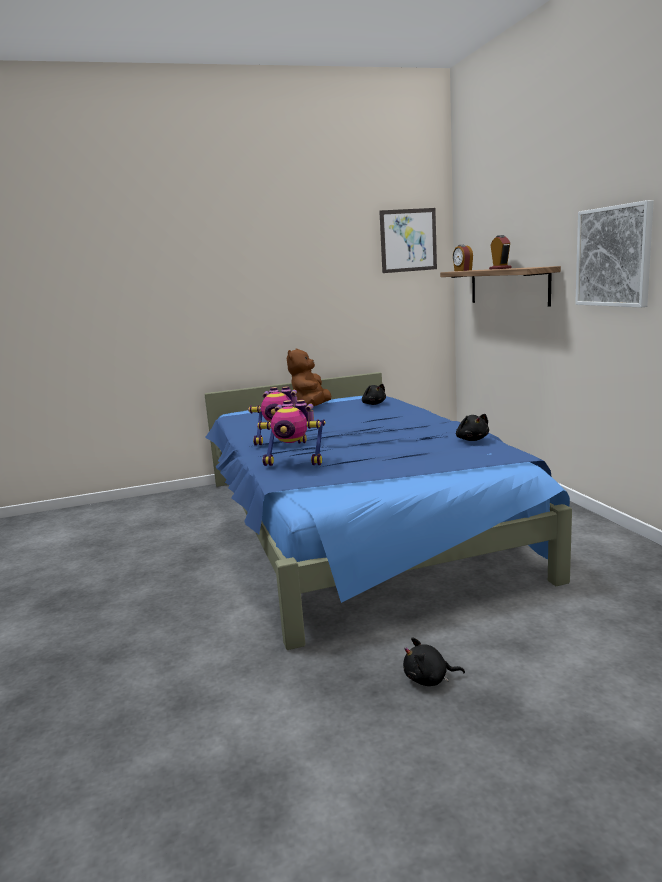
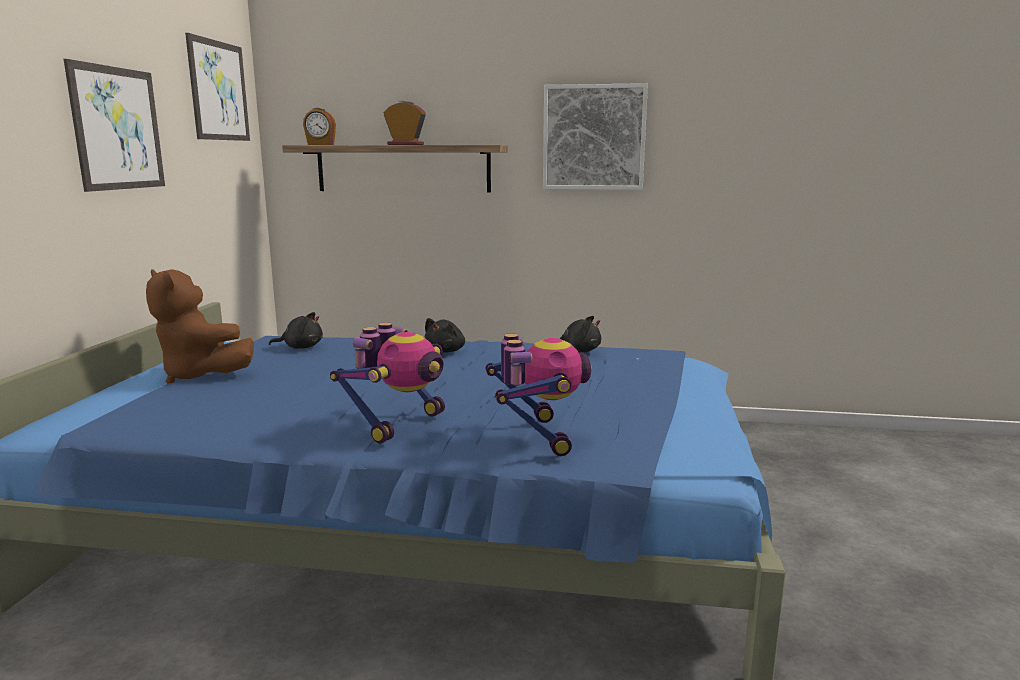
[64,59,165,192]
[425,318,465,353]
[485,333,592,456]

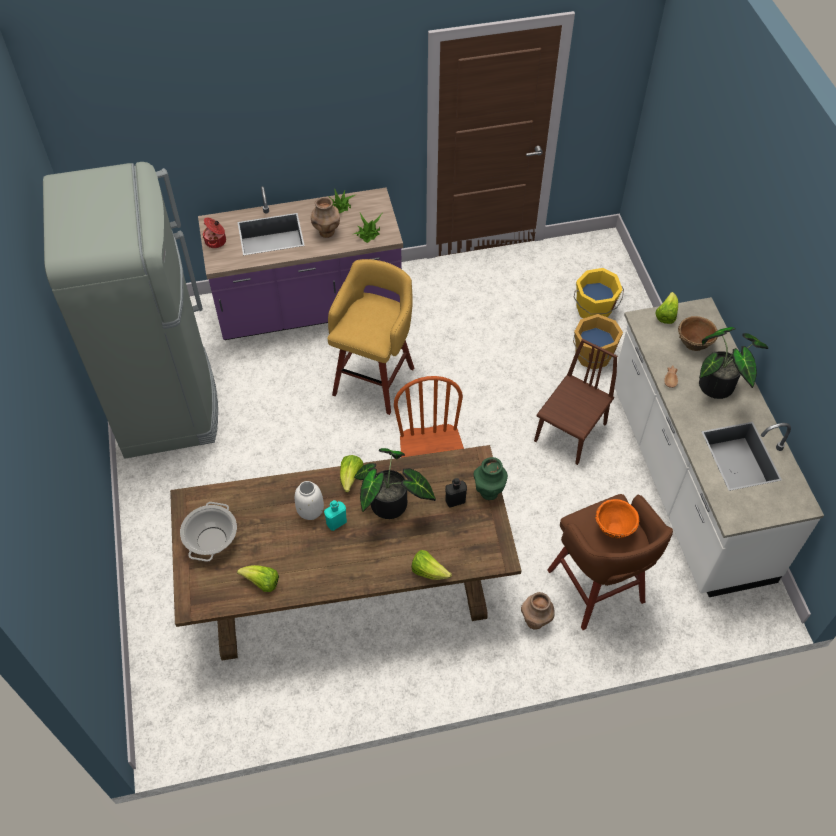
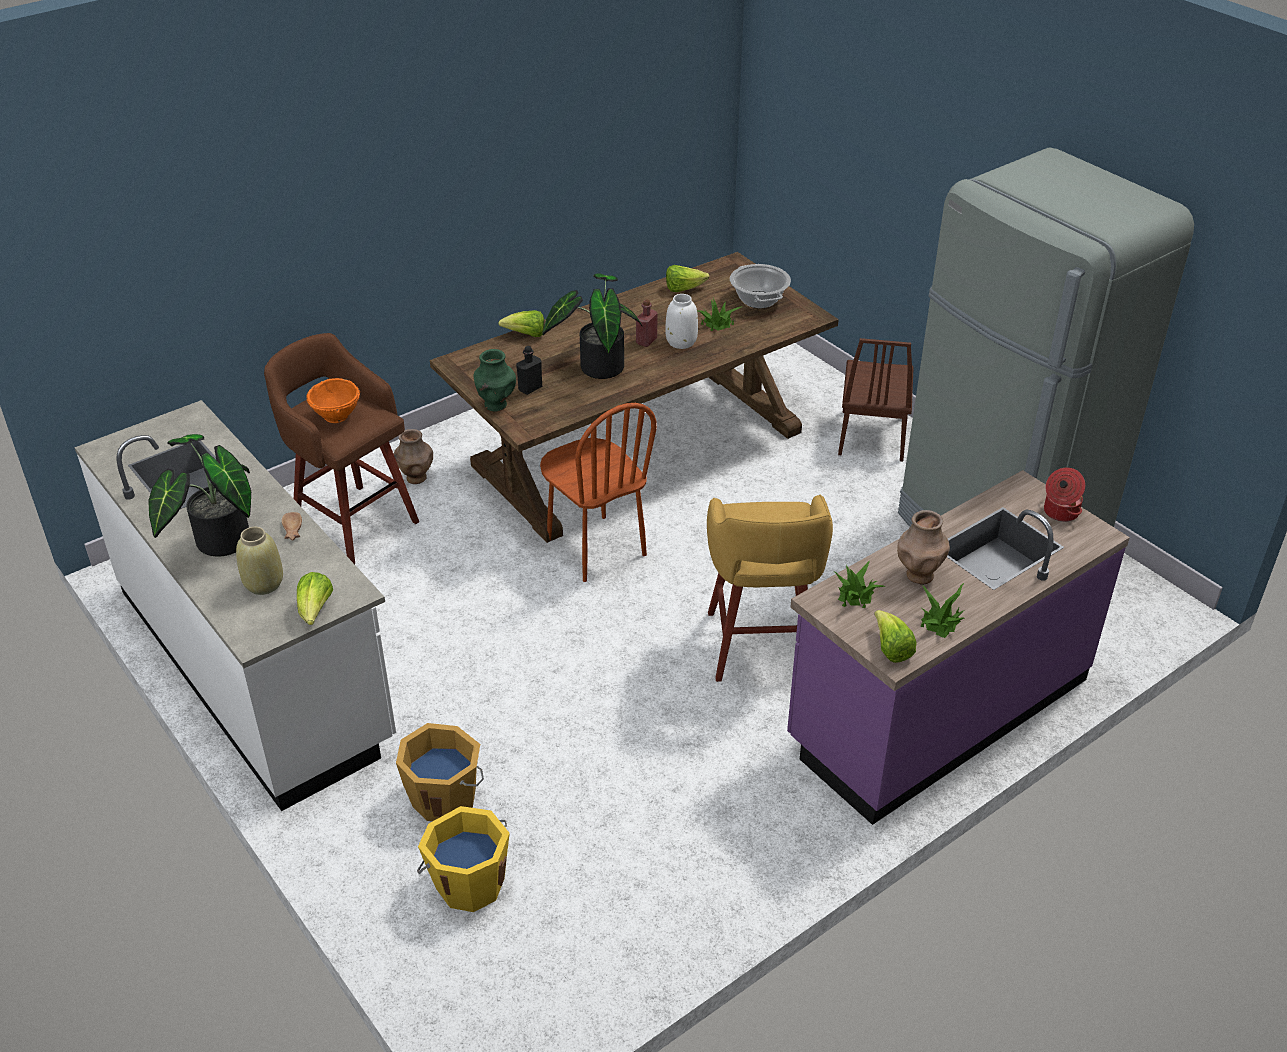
[697,298,741,331]
[874,610,917,663]
[838,338,914,461]
[236,527,283,595]
[636,299,658,347]

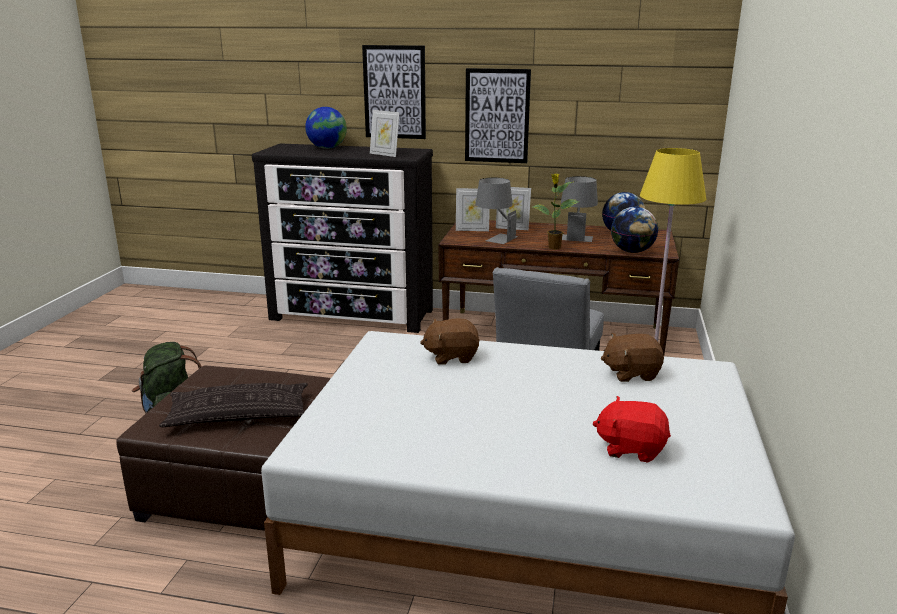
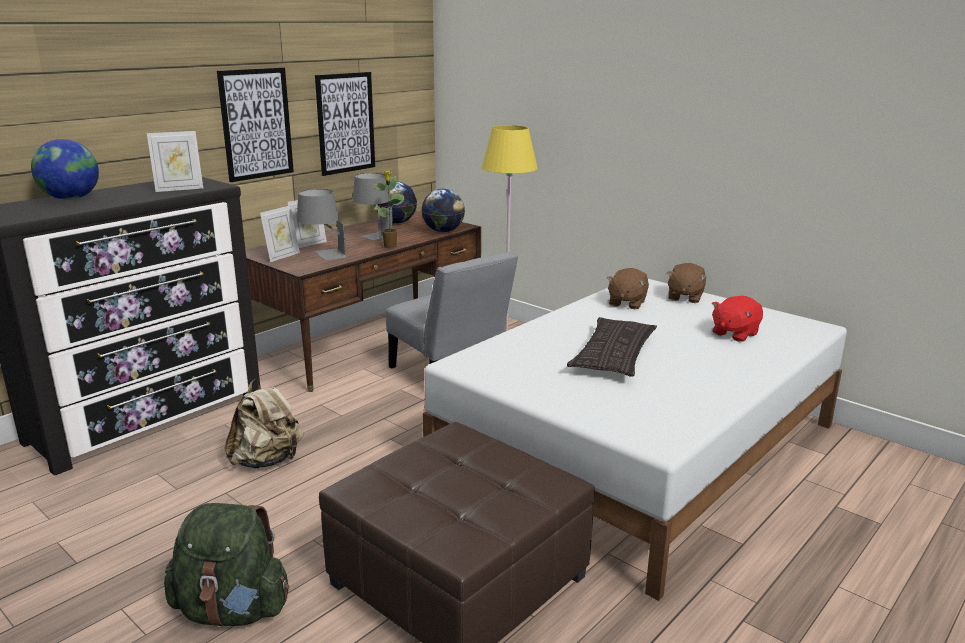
[224,380,303,469]
[567,317,657,377]
[315,72,375,176]
[667,263,707,303]

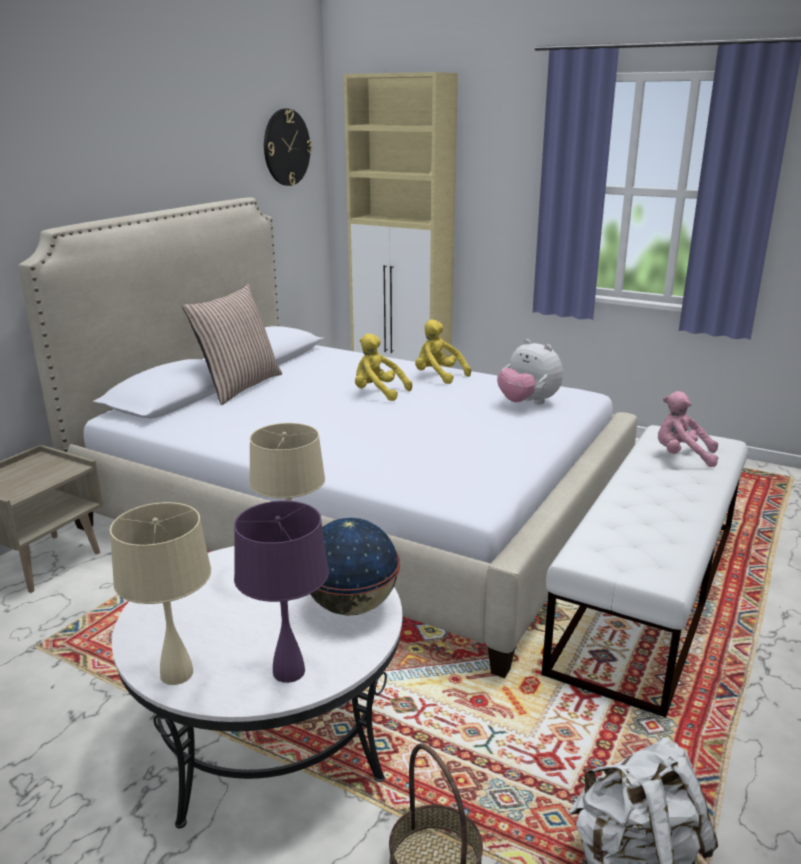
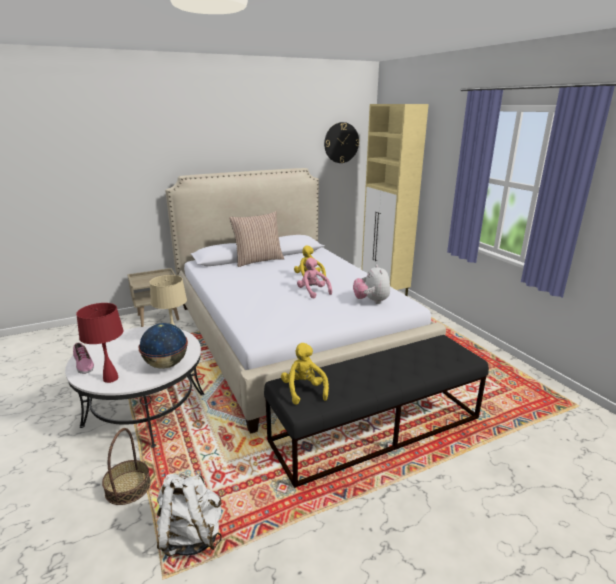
[281,343,329,405]
[297,258,332,299]
[73,343,94,374]
[76,303,124,383]
[264,335,489,488]

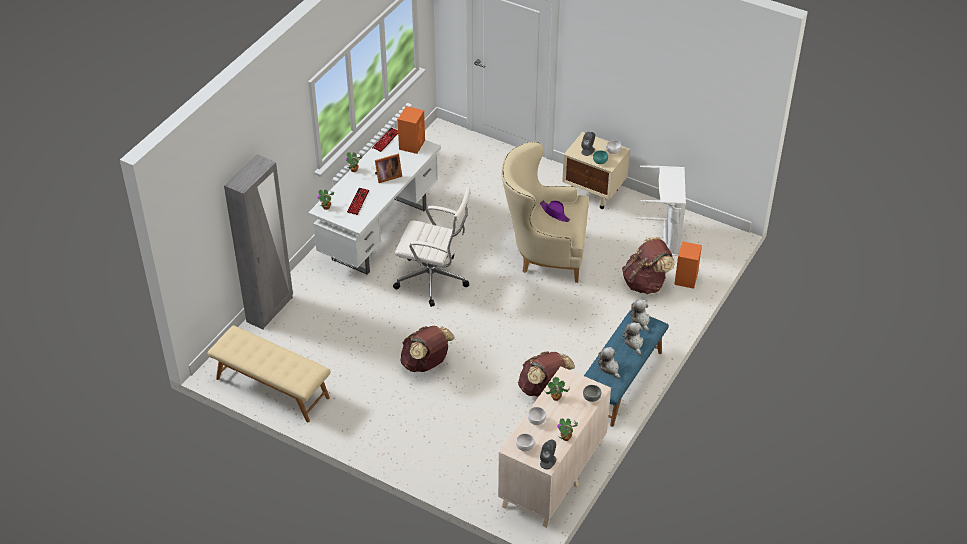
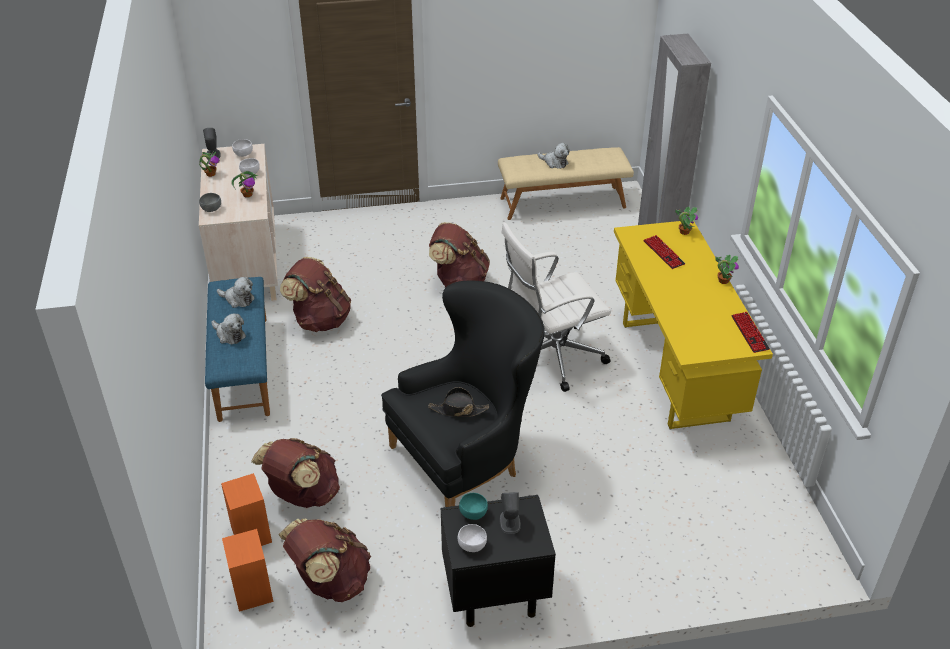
[375,154,402,183] (first image)
[222,529,273,612]
[537,143,570,169]
[278,518,371,602]
[614,221,773,429]
[381,281,545,507]
[428,387,489,417]
[441,495,556,627]

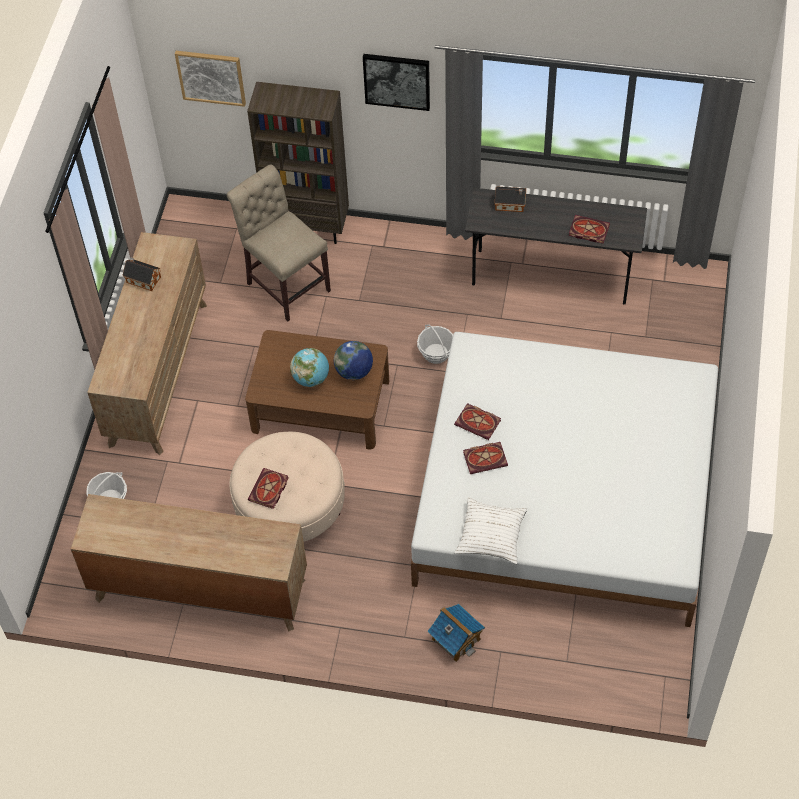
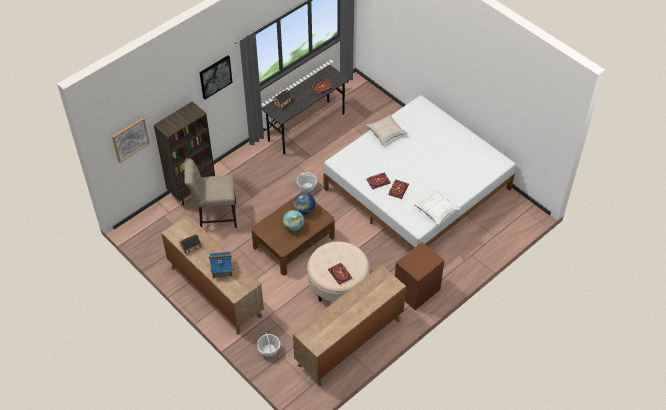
[366,114,407,145]
[395,242,445,310]
[209,252,235,278]

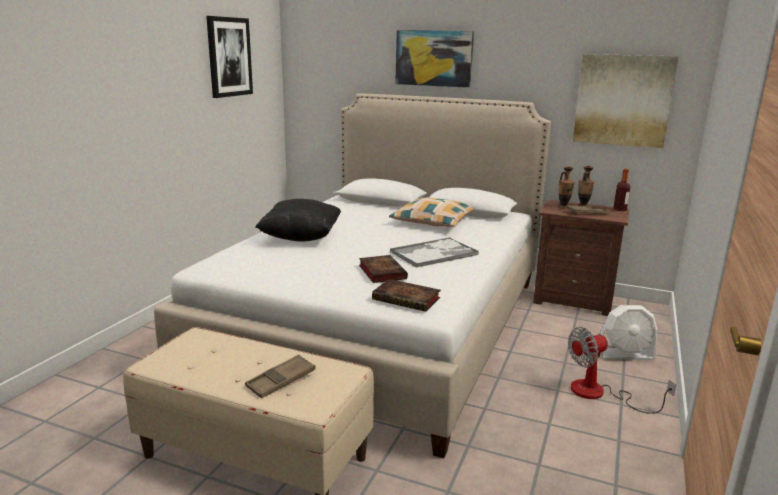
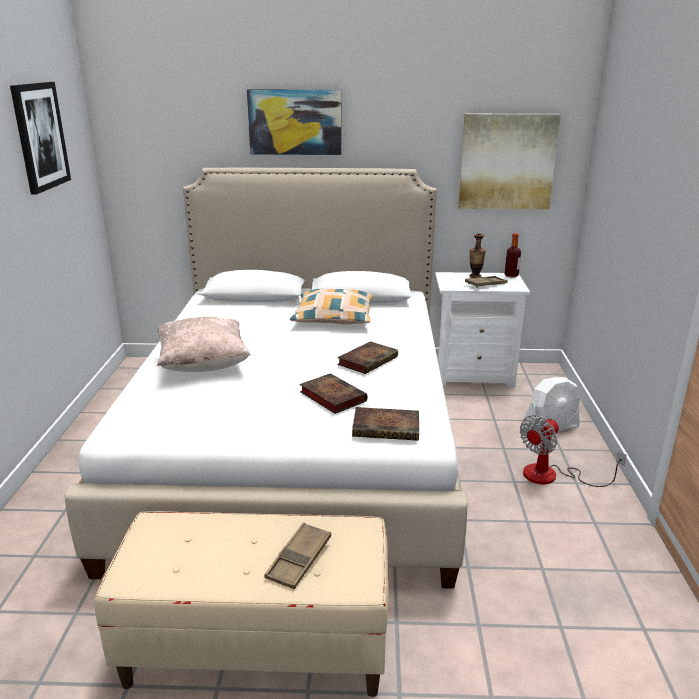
[558,166,574,209] (first image)
[337,341,398,374]
[157,317,250,372]
[435,272,530,387]

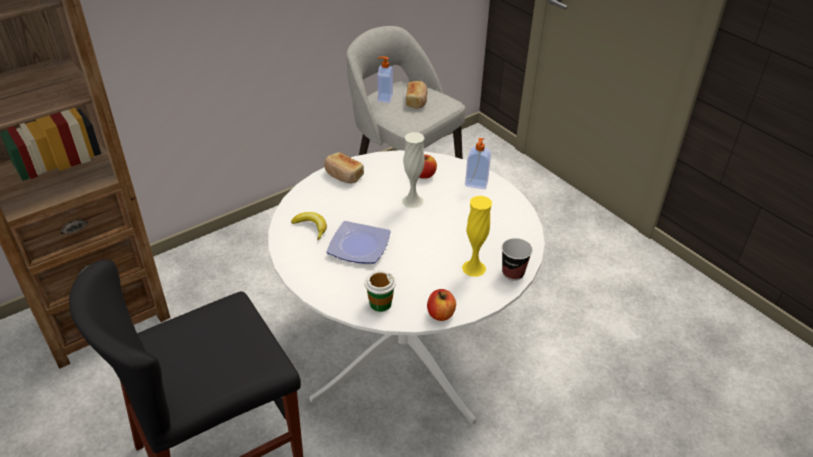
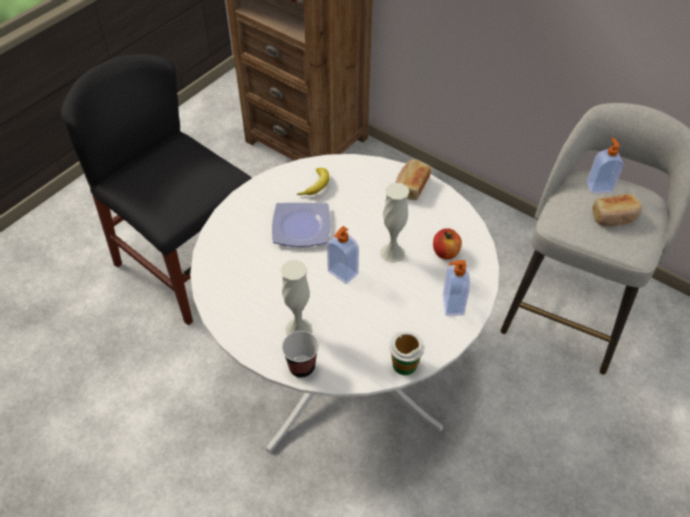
[427,289,456,321] (first image)
[327,226,359,284]
[389,331,425,375]
[281,260,313,336]

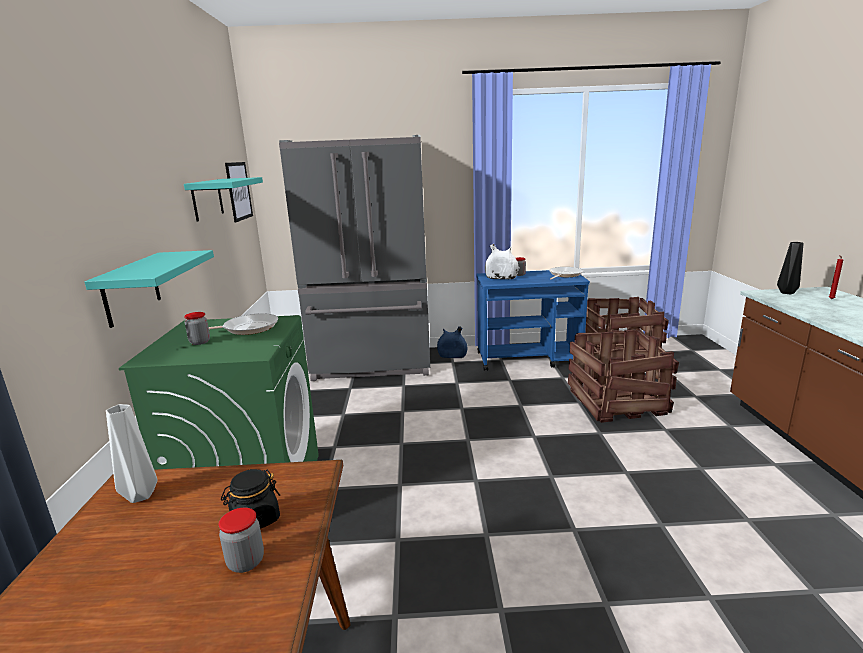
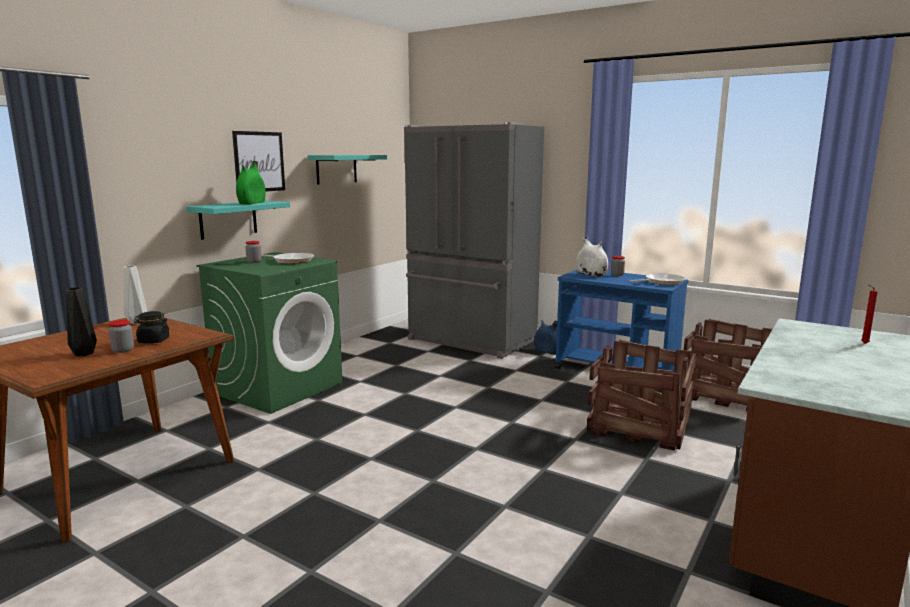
[236,161,266,204]
[232,131,285,191]
[66,287,97,356]

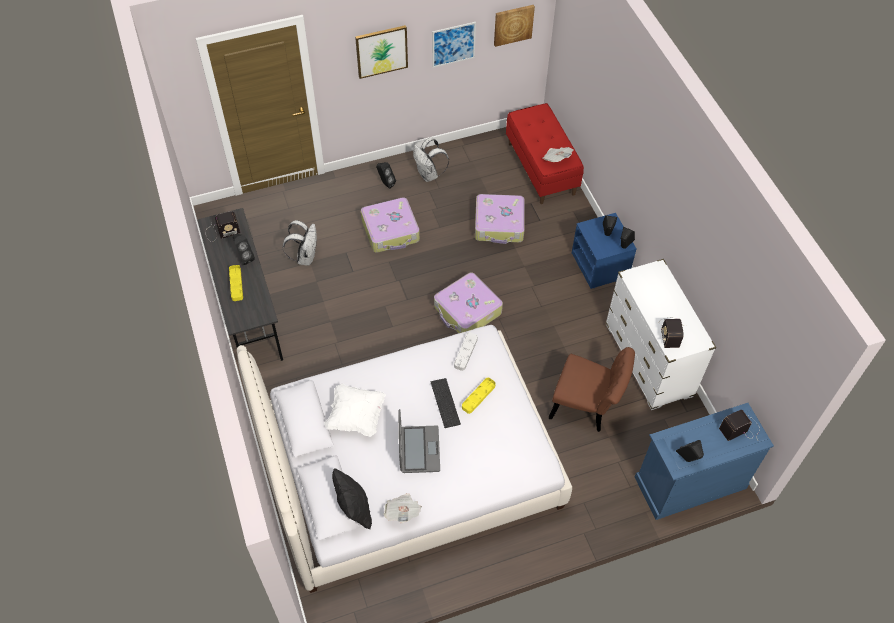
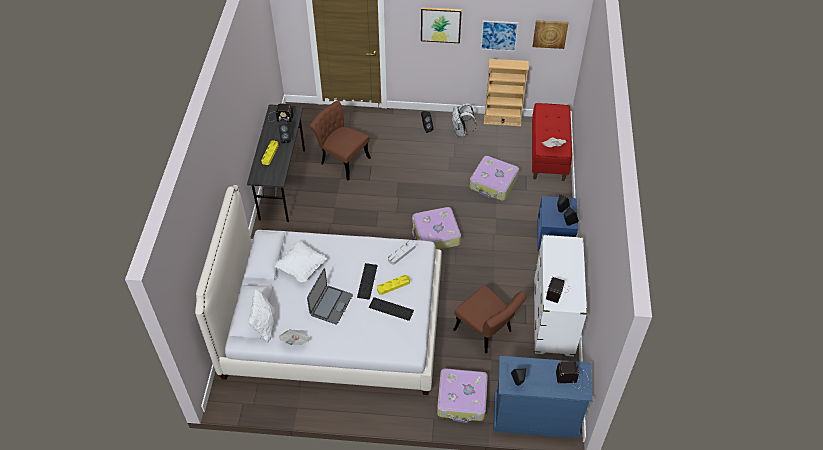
[369,297,414,321]
[484,59,529,126]
[437,368,488,423]
[309,101,371,180]
[248,289,276,343]

